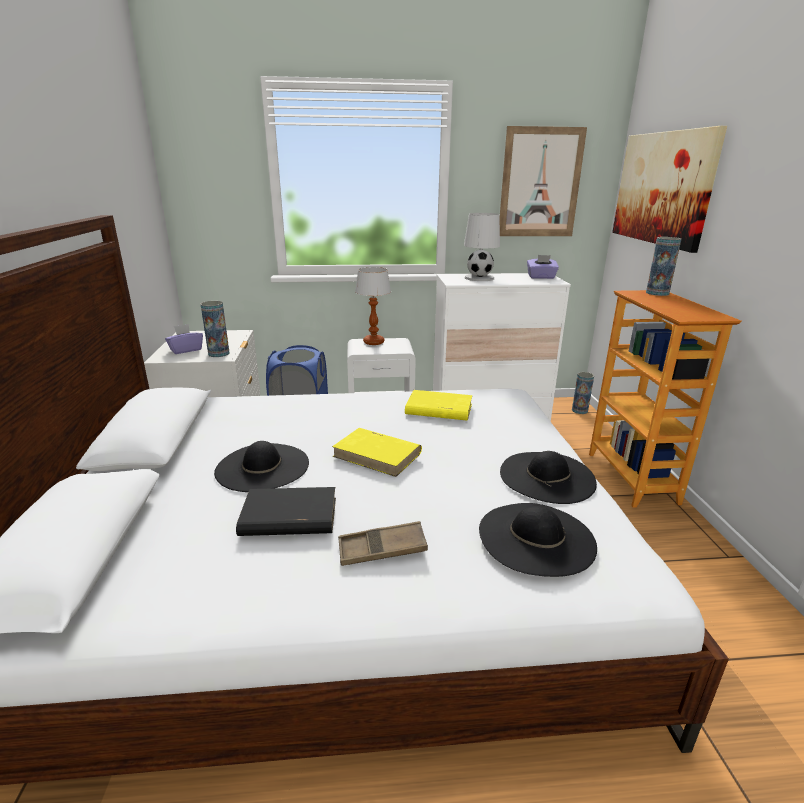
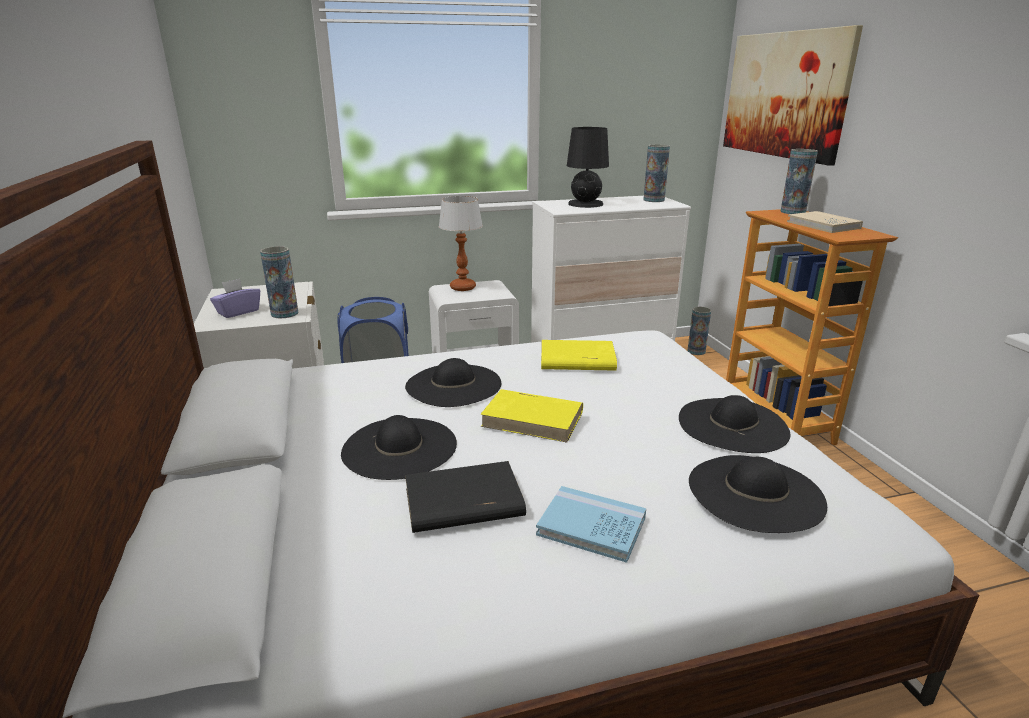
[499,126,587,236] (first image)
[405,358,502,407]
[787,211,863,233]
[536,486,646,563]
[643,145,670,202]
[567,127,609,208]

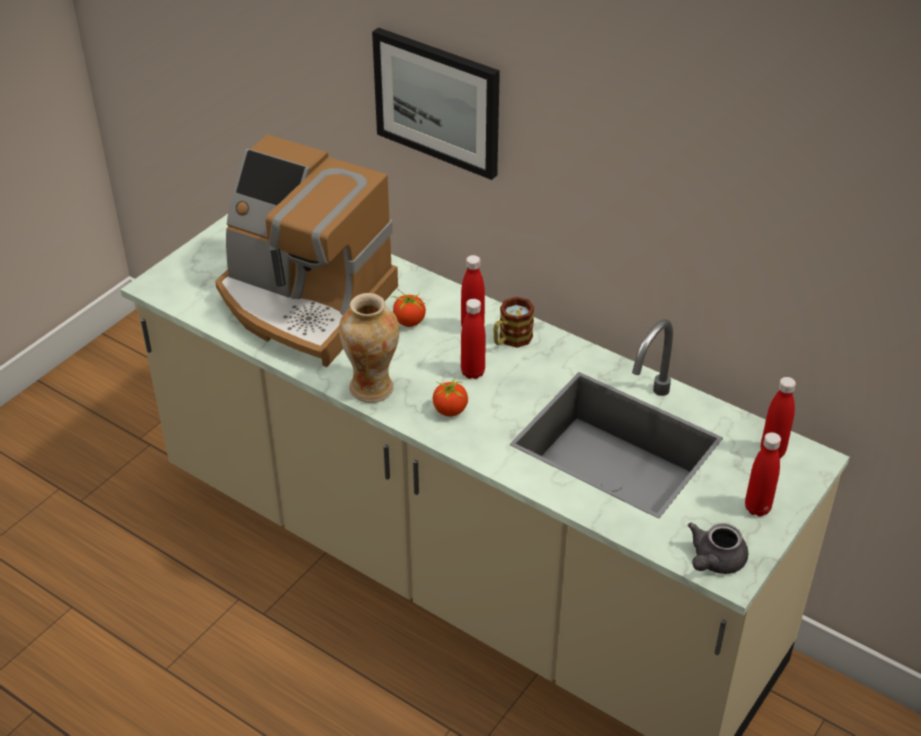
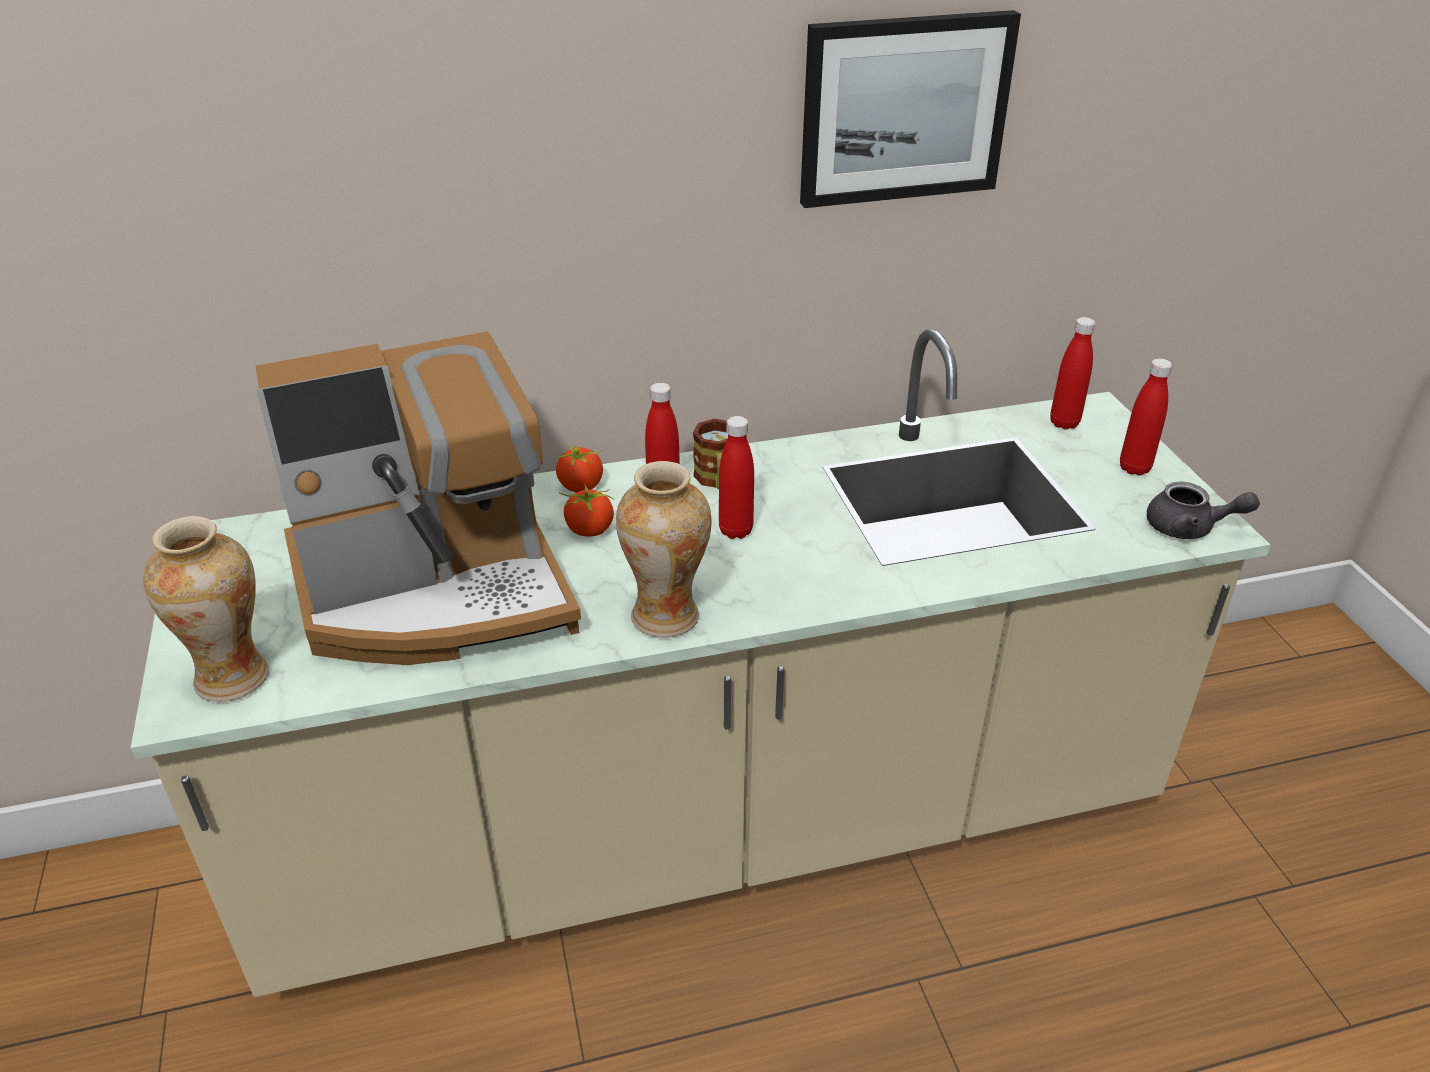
[143,516,269,702]
[800,10,1021,208]
[556,444,603,493]
[1147,481,1260,539]

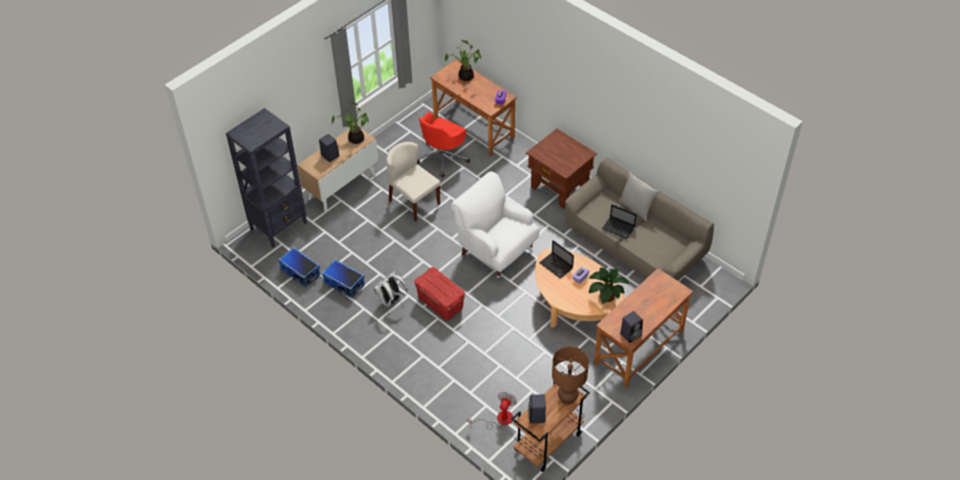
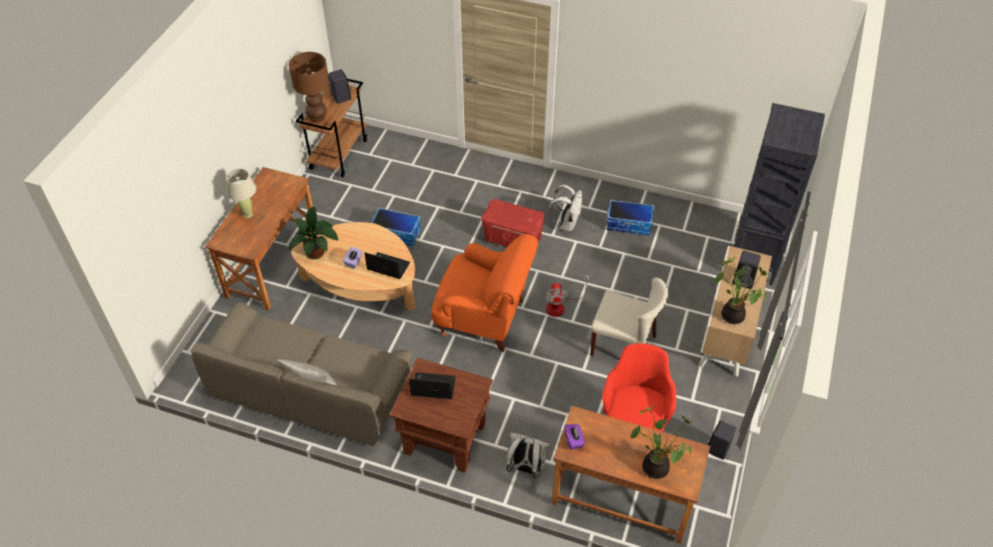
[226,169,256,218]
[506,433,551,479]
[371,207,421,246]
[545,275,589,317]
[409,372,456,399]
[708,420,737,460]
[431,234,538,352]

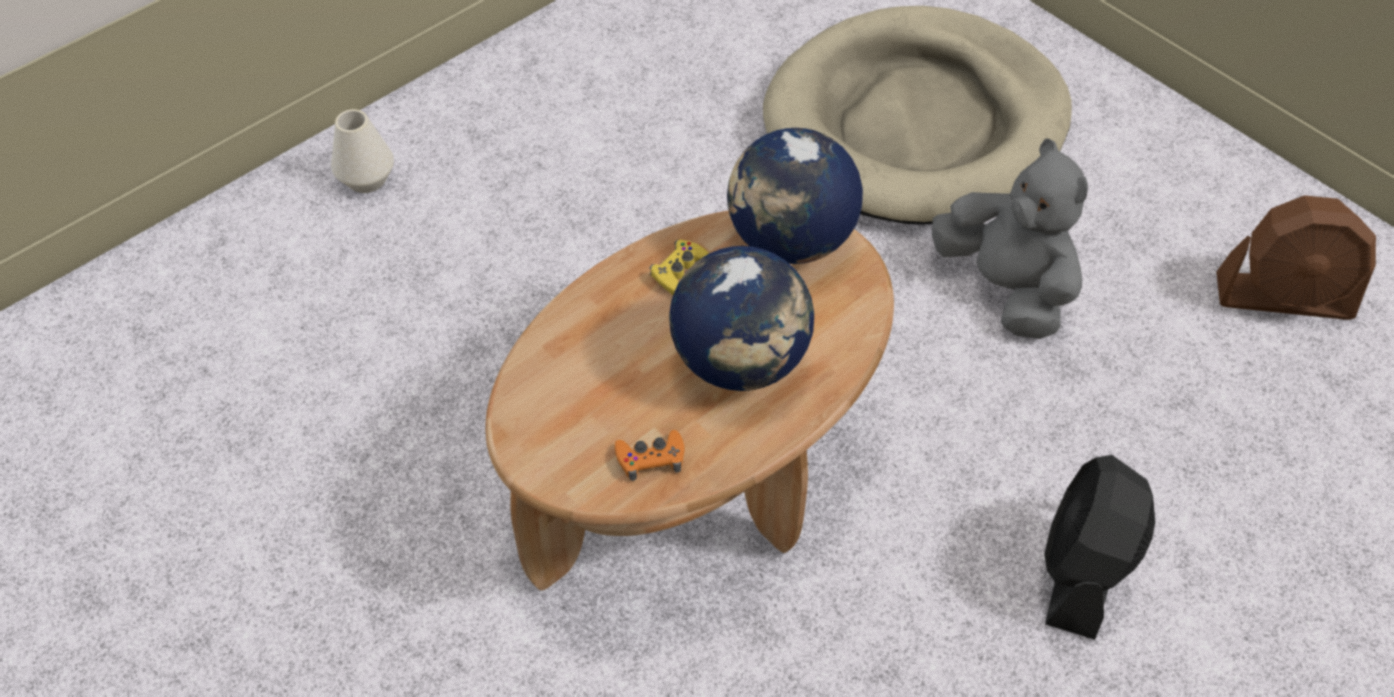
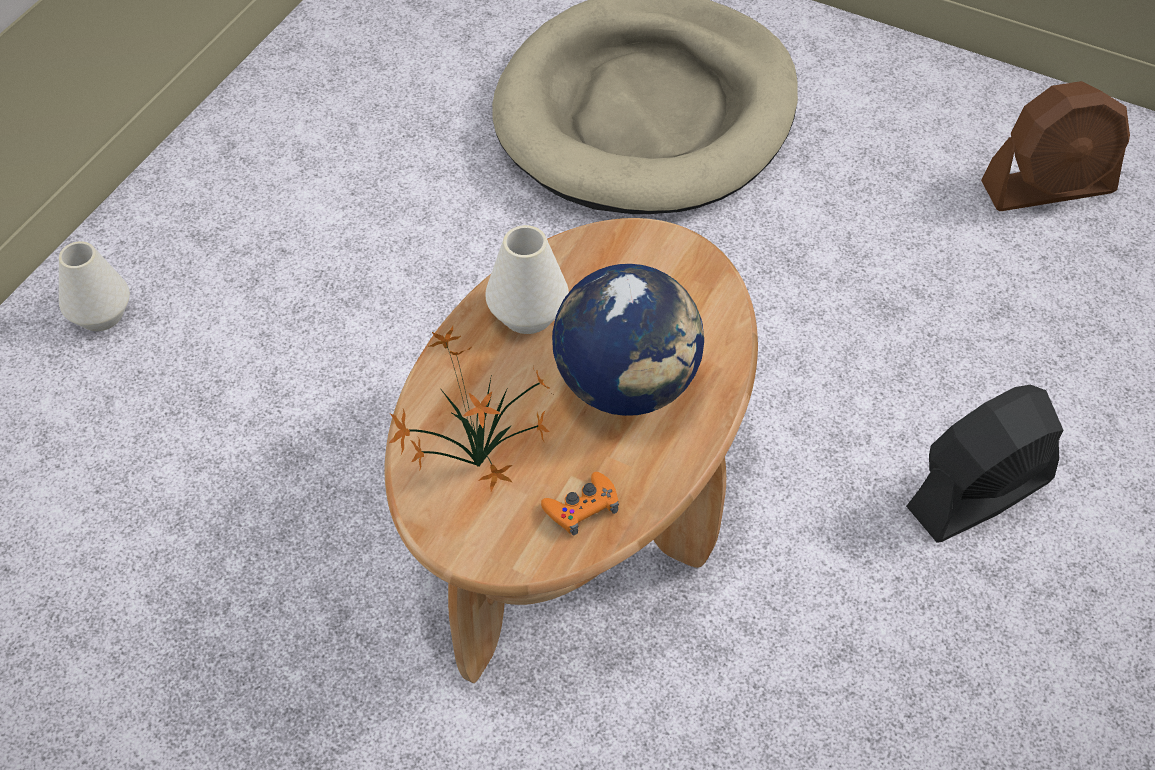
[727,128,863,264] (first image)
[932,138,1088,339] (first image)
[389,326,551,491]
[485,225,569,334]
[906,385,1063,543]

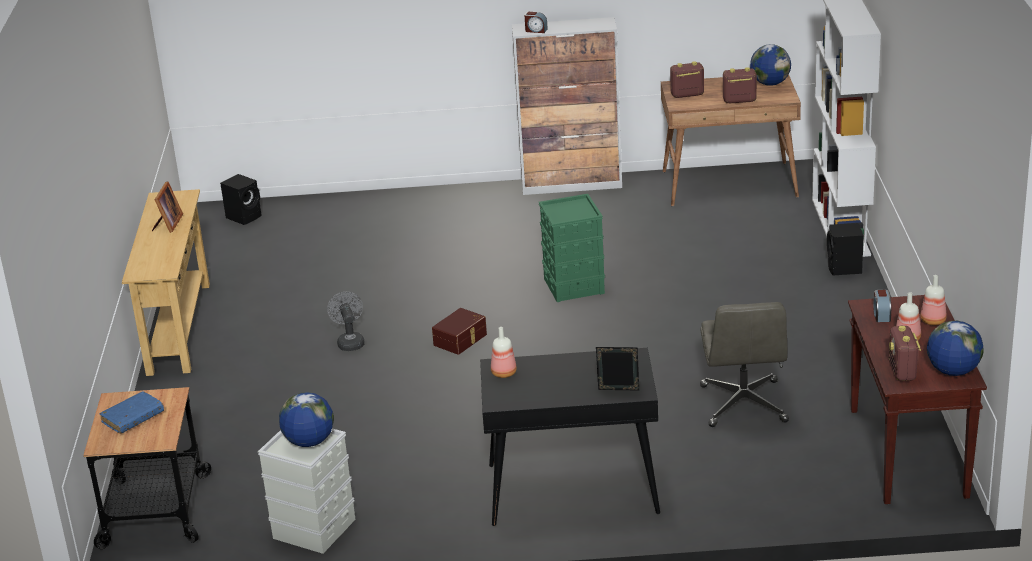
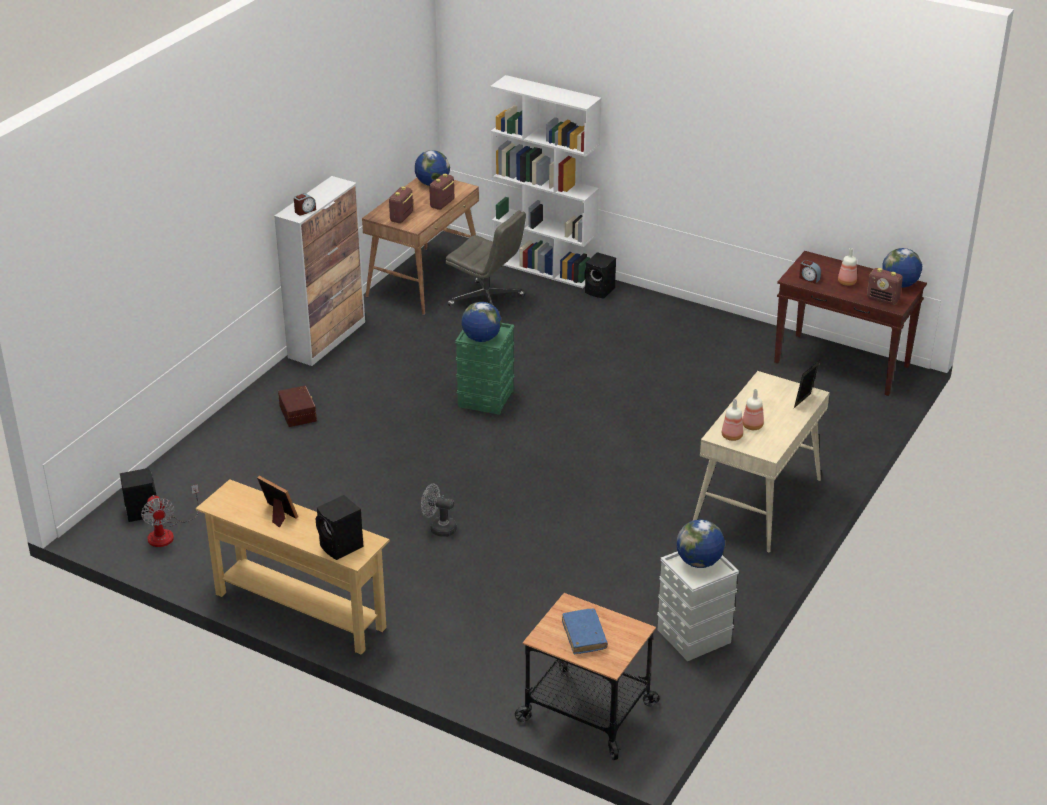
[141,484,199,547]
[316,495,363,560]
[462,302,502,342]
[278,386,317,427]
[445,210,526,306]
[742,389,764,430]
[693,371,830,553]

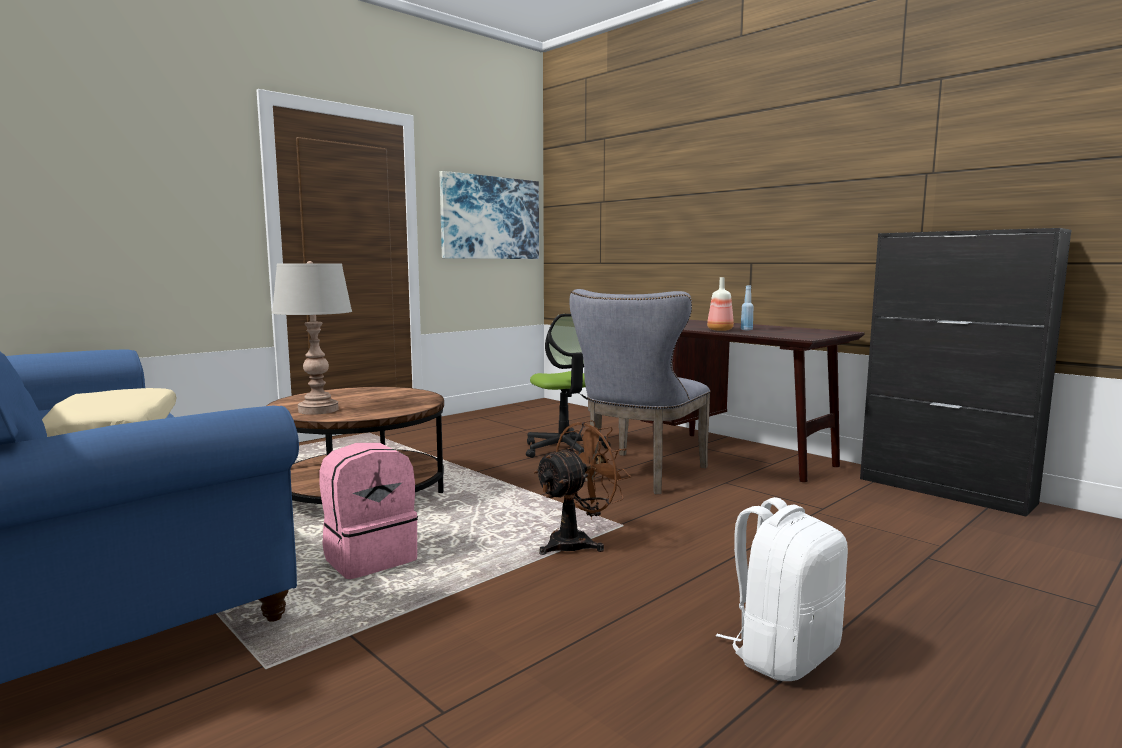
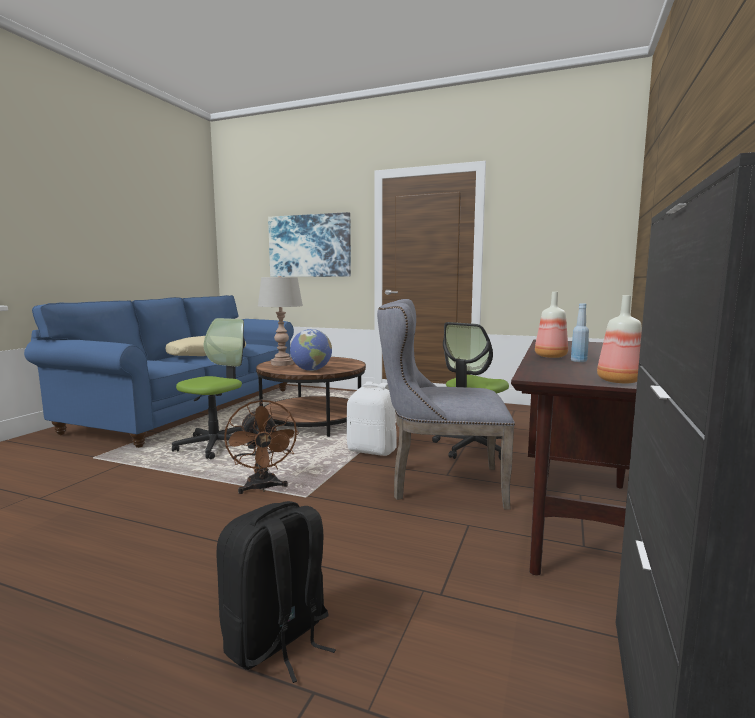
[216,501,336,683]
[290,329,332,371]
[597,295,642,384]
[268,212,351,277]
[347,381,397,456]
[172,318,256,459]
[224,400,299,494]

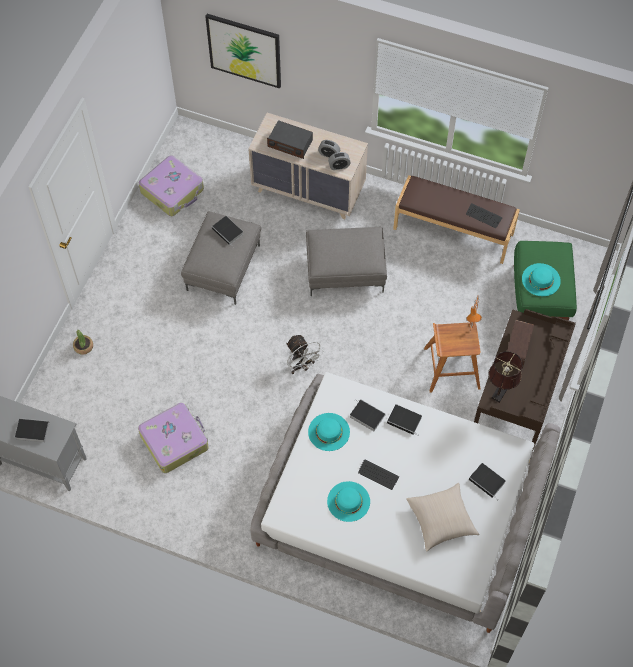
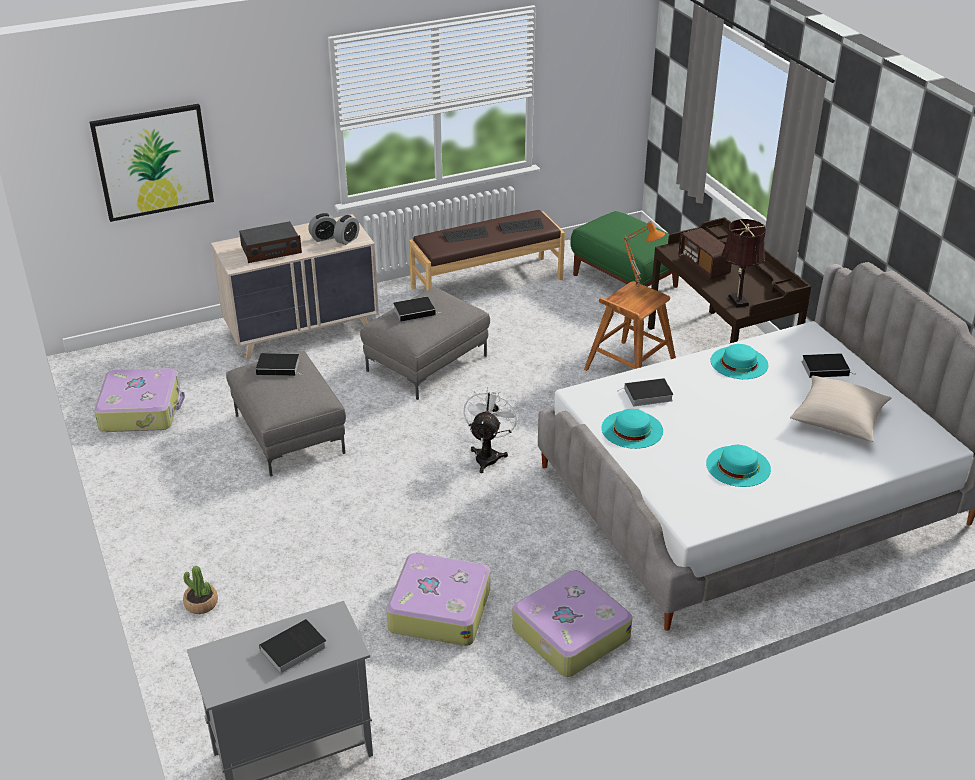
[512,570,632,677]
[443,226,489,243]
[393,296,438,322]
[711,344,768,379]
[463,386,519,473]

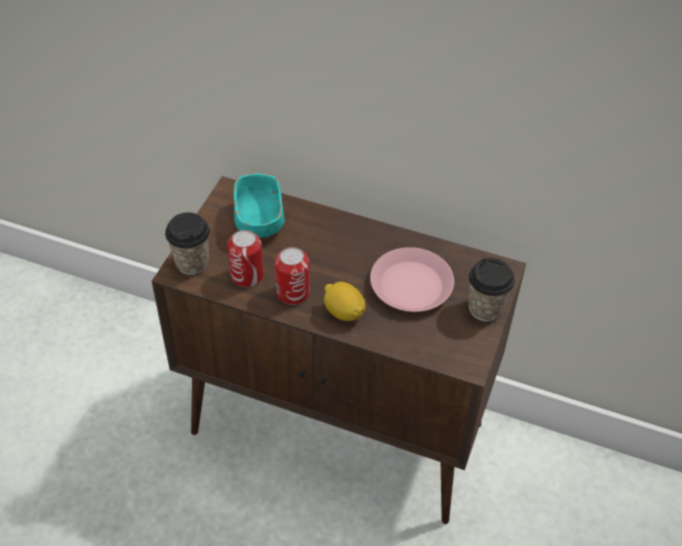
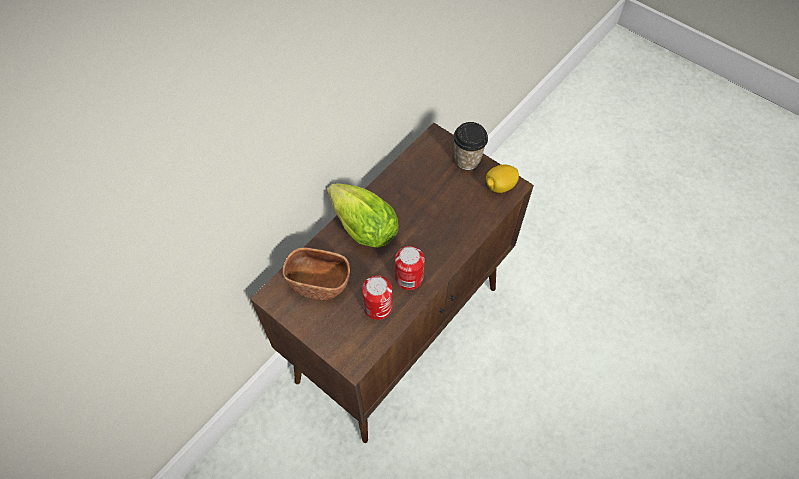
[165,212,210,275] (first image)
[370,247,454,312] (first image)
[327,184,399,248]
[486,164,519,193]
[283,247,350,300]

